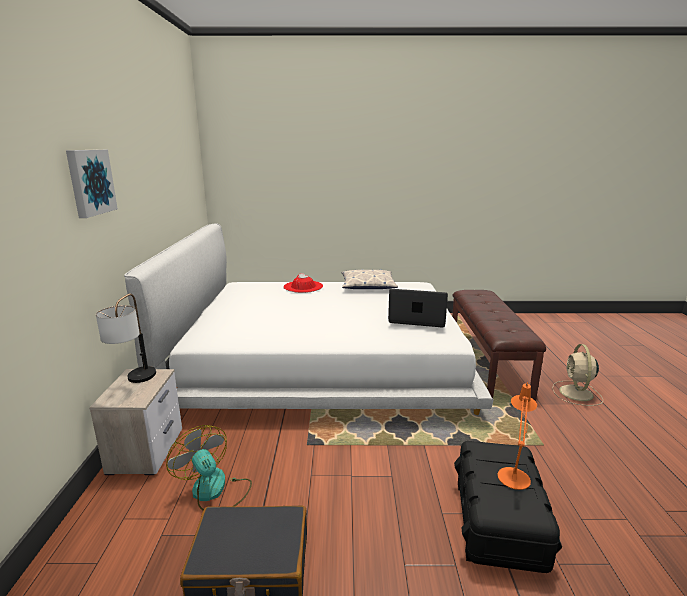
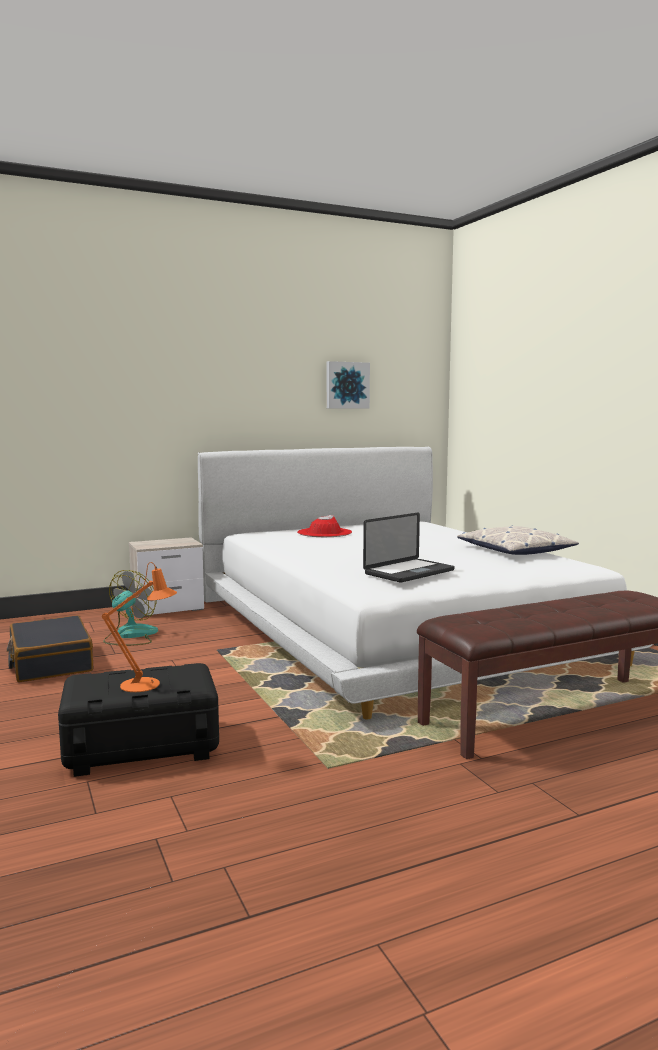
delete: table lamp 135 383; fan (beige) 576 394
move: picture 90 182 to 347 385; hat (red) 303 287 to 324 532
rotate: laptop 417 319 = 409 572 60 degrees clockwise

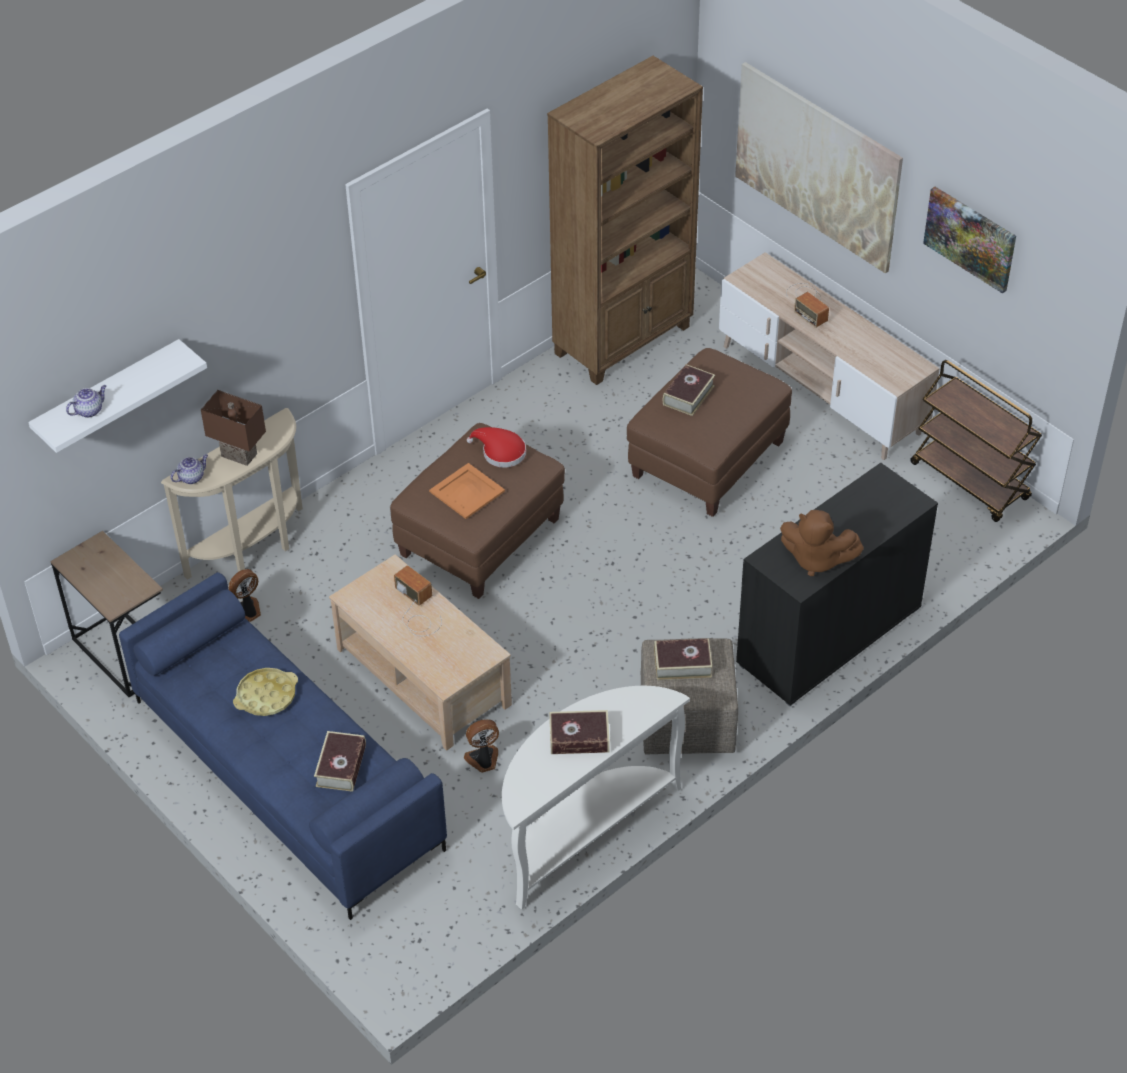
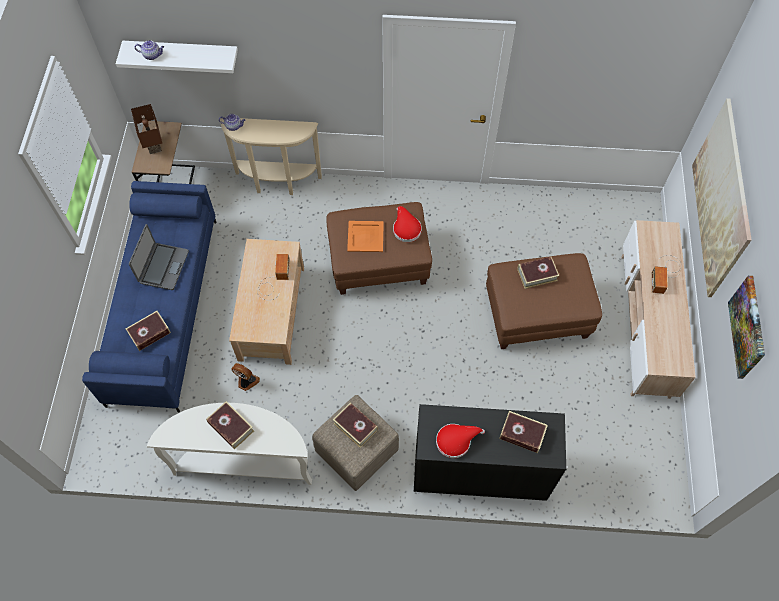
delete: fan 247 611; bookcase (brown) 624 340; cart (brown) 970 481
insert: book 522 434
move: table lamp (brown) 237 456 to 153 145
replace: tray (yellow) 266 696 to laptop 163 267; plush toy (brown) 816 559 to hat (red) 456 440

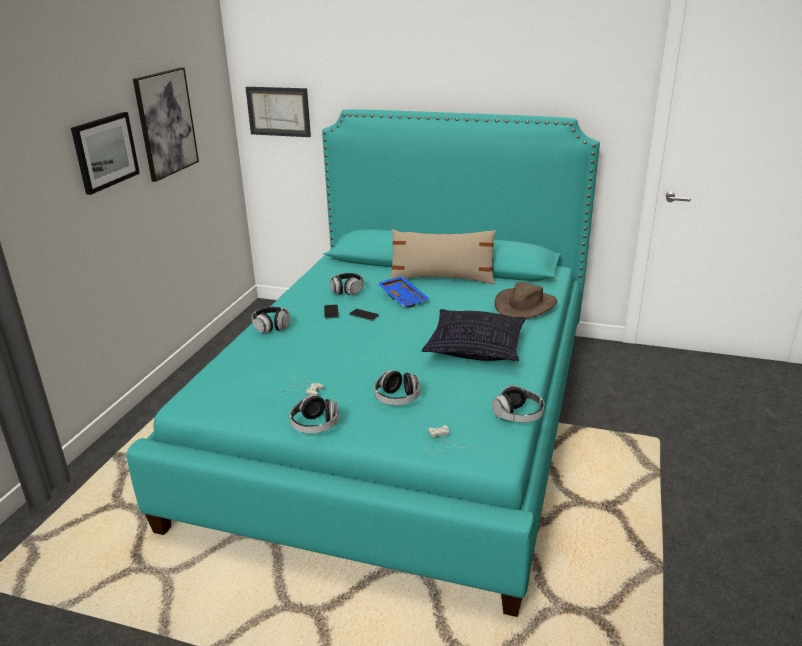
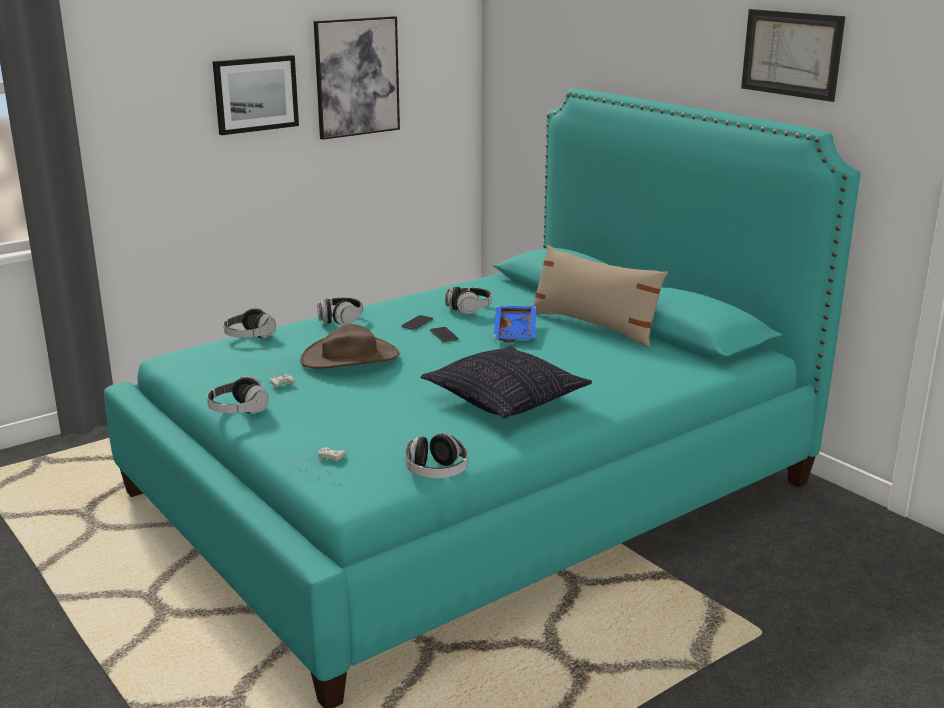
move: picture 278 111 to 791 54; headphones 397 399 to 249 337; hat (brown) 525 305 to 350 357

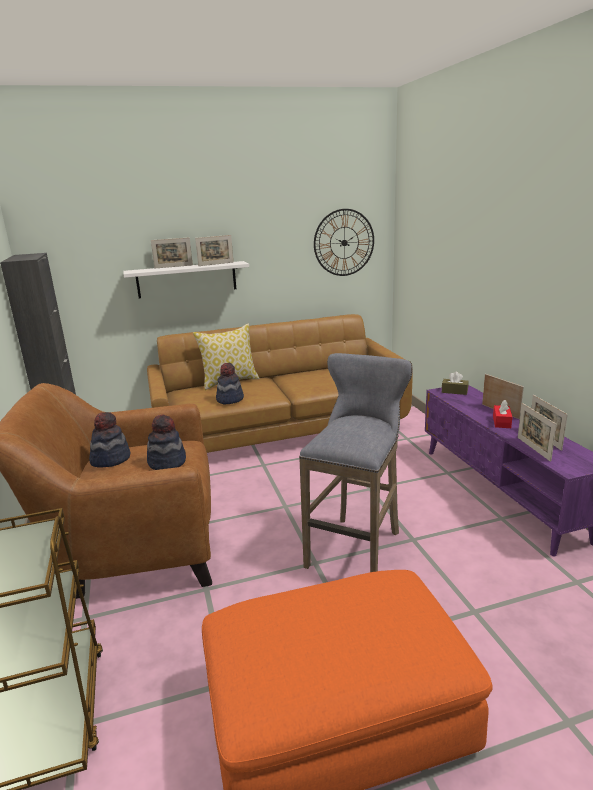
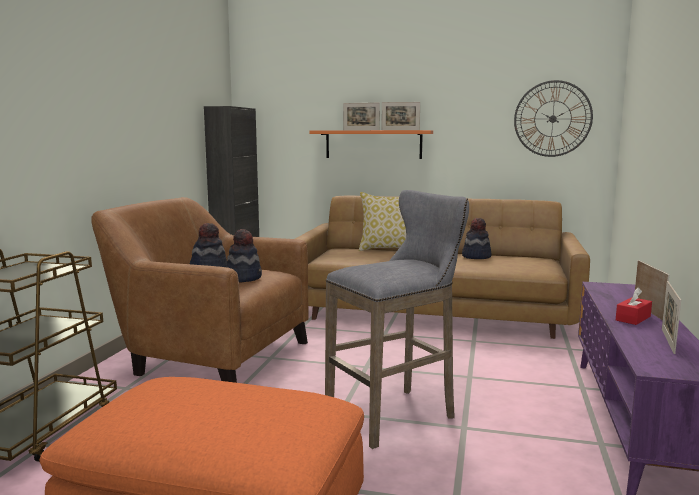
delete: tissue box (brown) 454 391; picture frame 533 449
move: hat 229 399 to 476 256
recolor: shelf (white) 187 279 to shelf (orange) 373 144

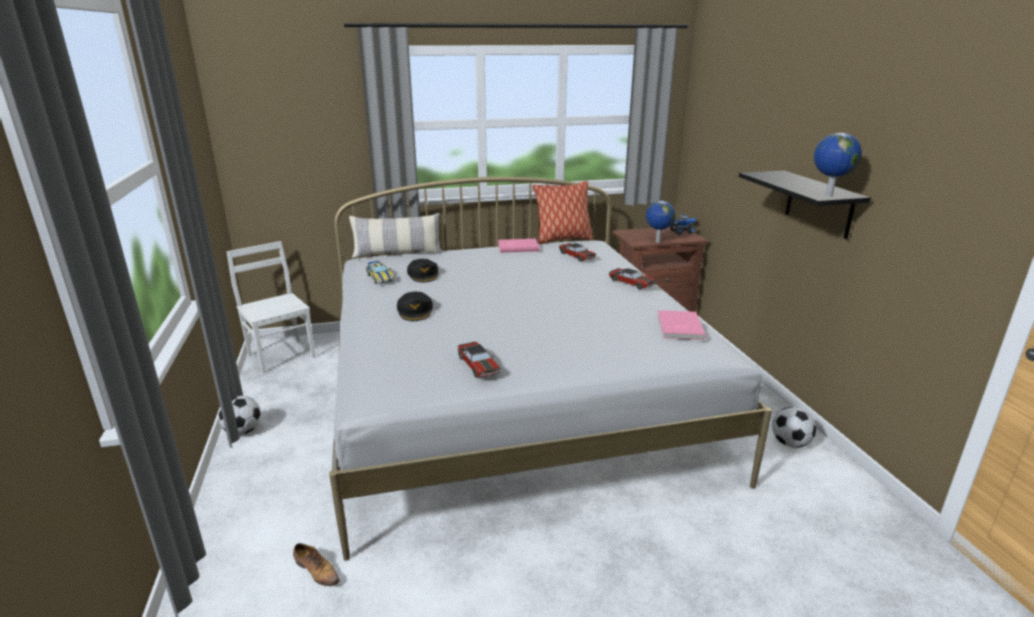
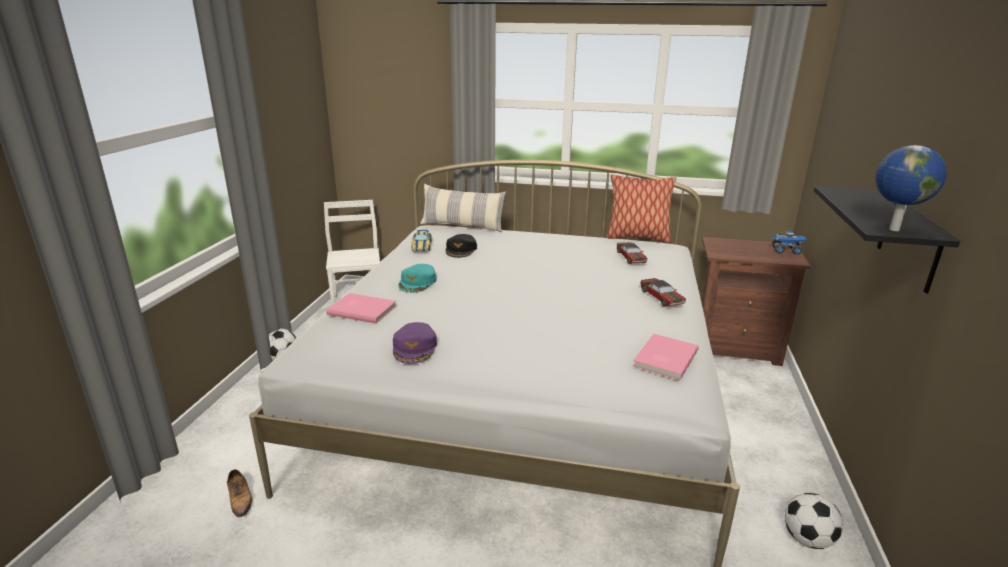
delete: globe 657 242
move: book (pink) 517 247 to 362 309
replace: toy car 478 365 to cap (purple) 415 348
recolor: cap (black) 415 311 to cap (turquoise) 417 283

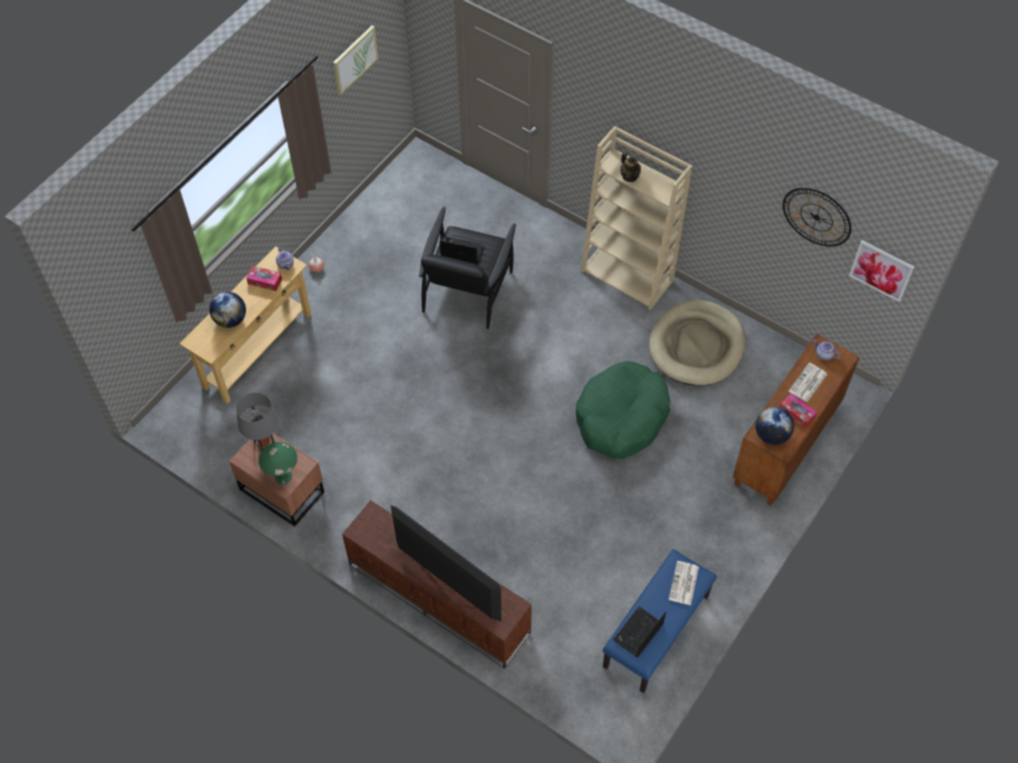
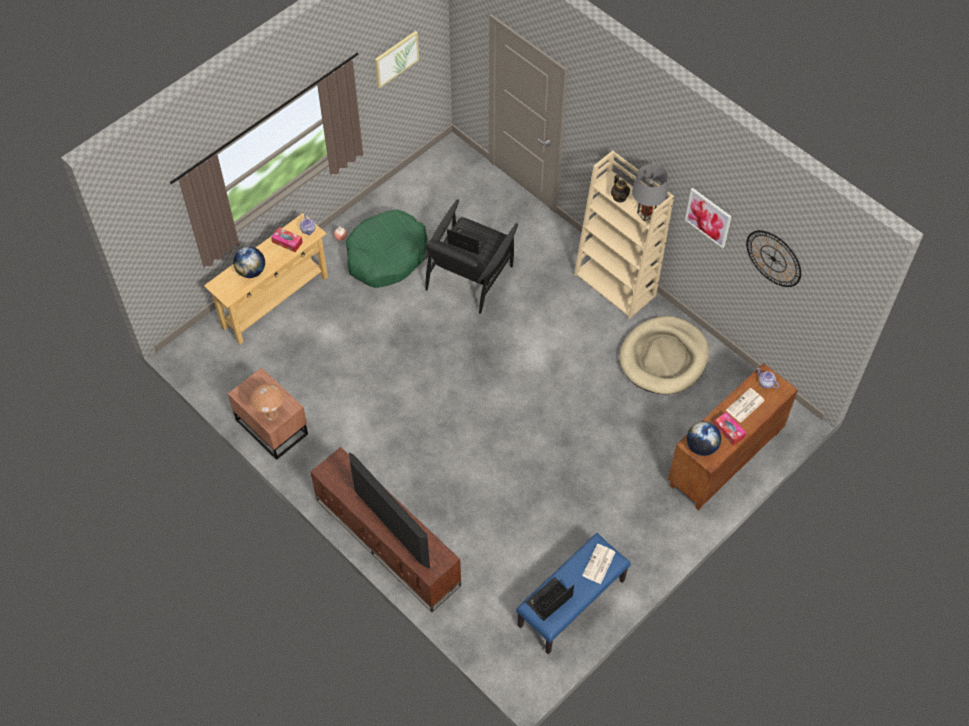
move: table lamp (grey) 264 442 to 646 214; dog bed (green) 621 417 to 386 256; picture 881 270 to 708 217
recolor: table lamp (green) 283 476 to table lamp (brown) 270 414

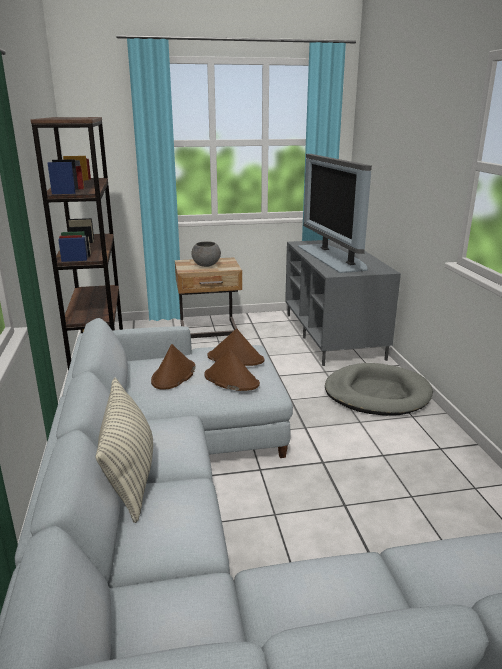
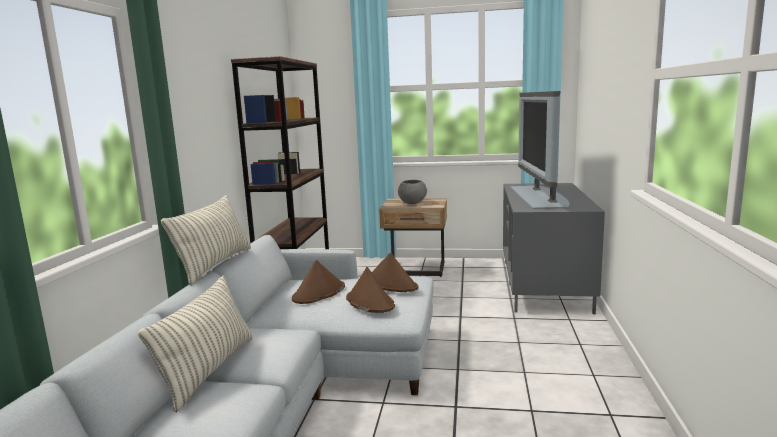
delete: dog bed (grey) 377 394
insert: pillow 215 265

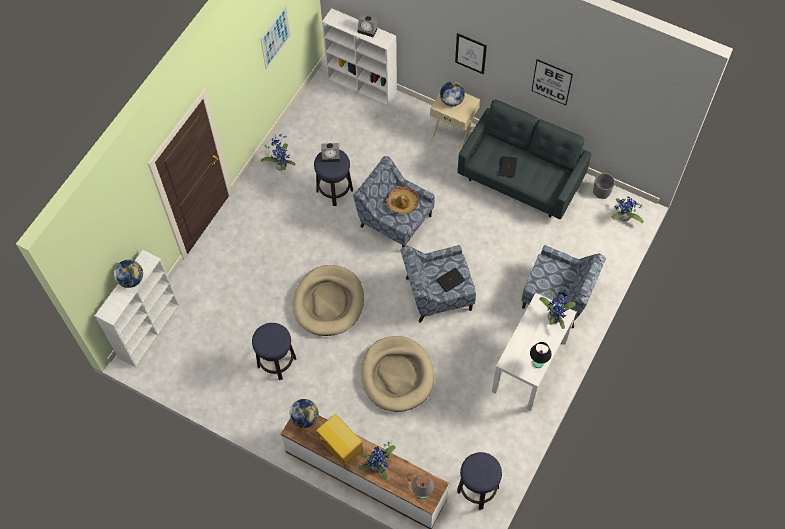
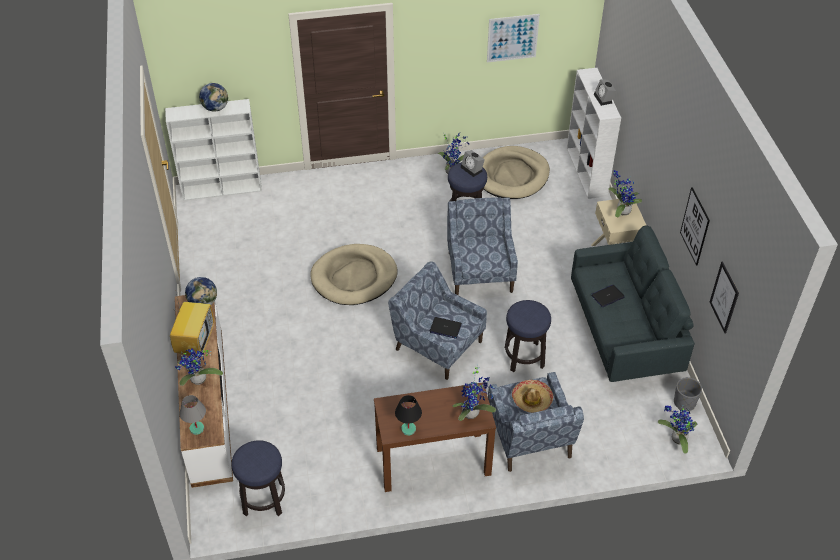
move: stool 277 362 to 524 357; dog bed (beige) 397 375 to 512 175; hat 403 203 to 532 400; picture 470 53 to 724 297
replace: globe 451 101 to potted plant 621 211
recolor: console table (white) 530 366 to console table (brown) 433 461

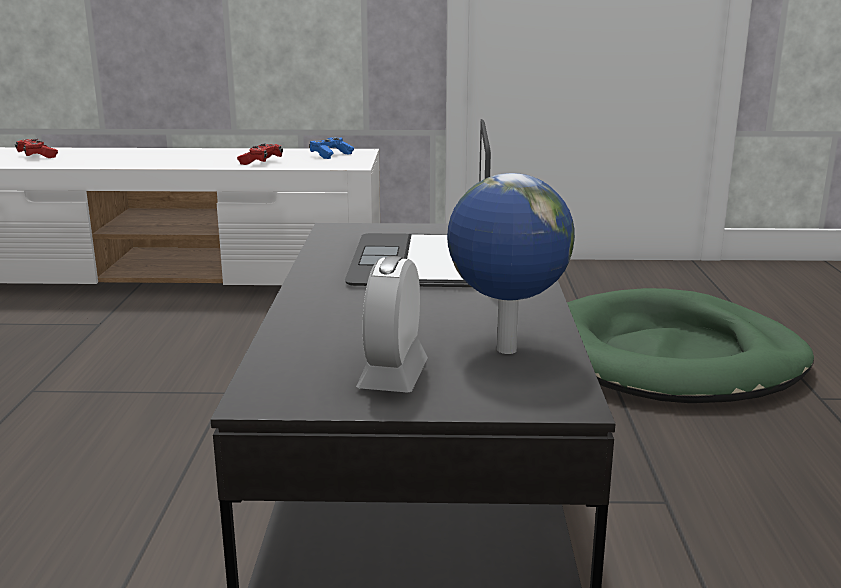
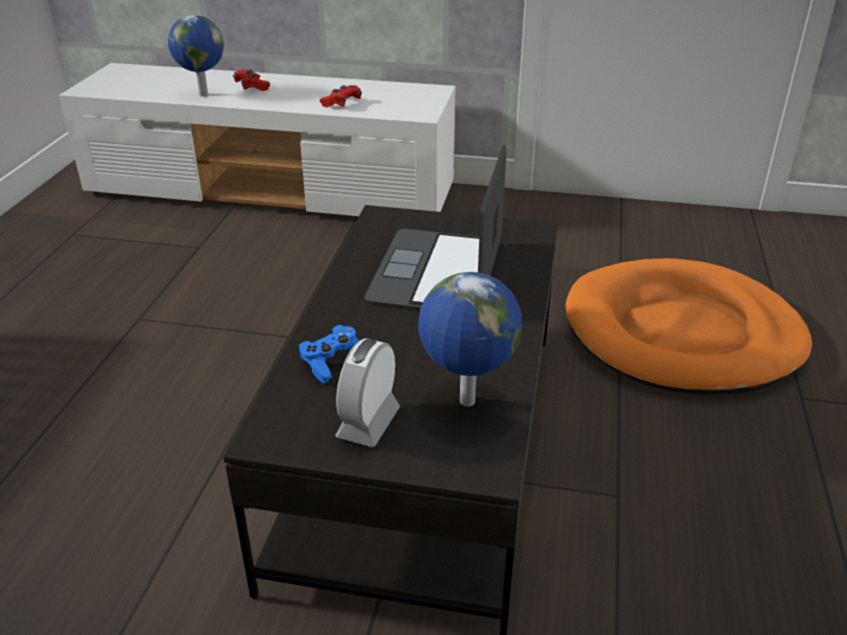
insert: globe 202 94
move: game controller (red) 37 156 to 252 87; game controller (blue) 331 155 to 334 363
recolor: dog bed (green) 671 357 to dog bed (orange) 682 334

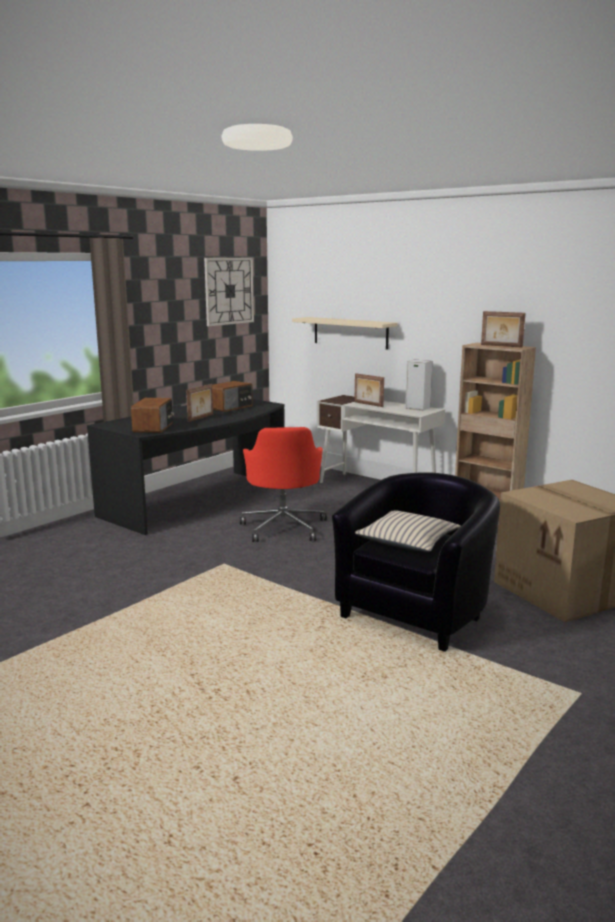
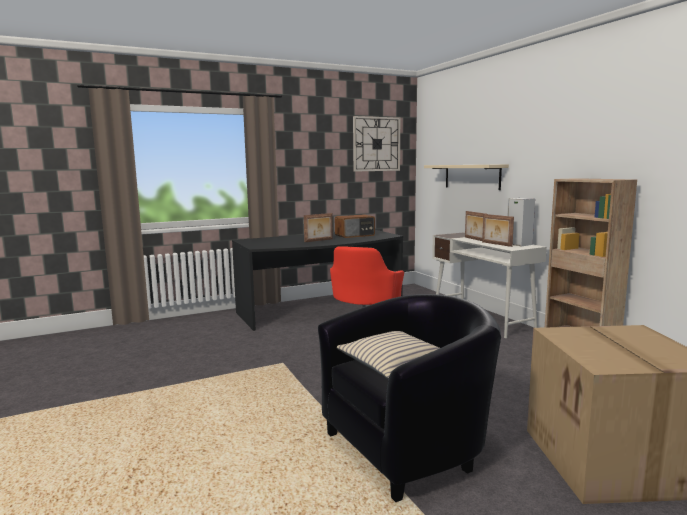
delete: radio 154 427
move: picture frame 501 346 to 496 244

